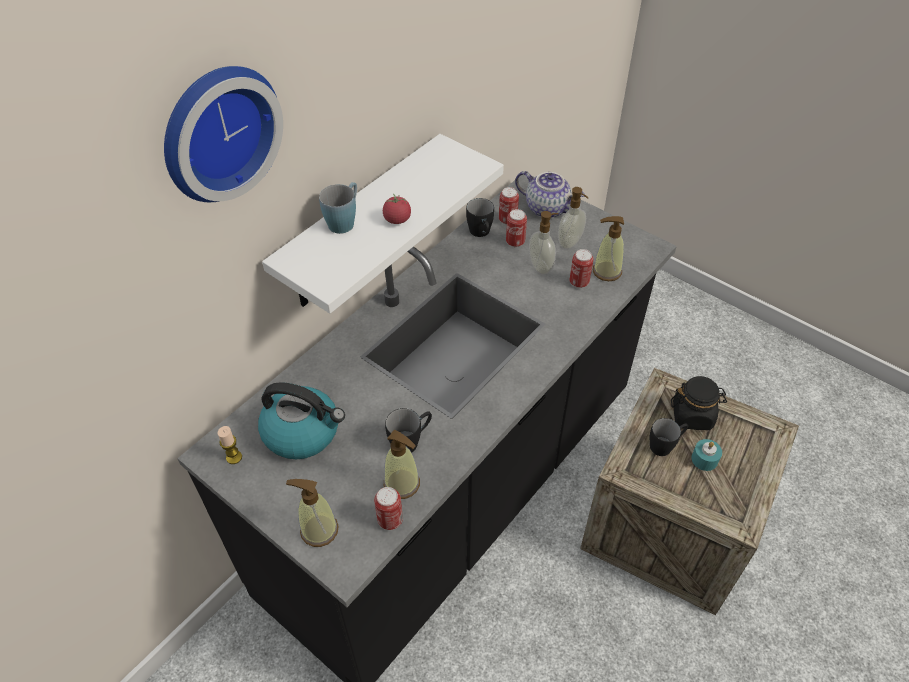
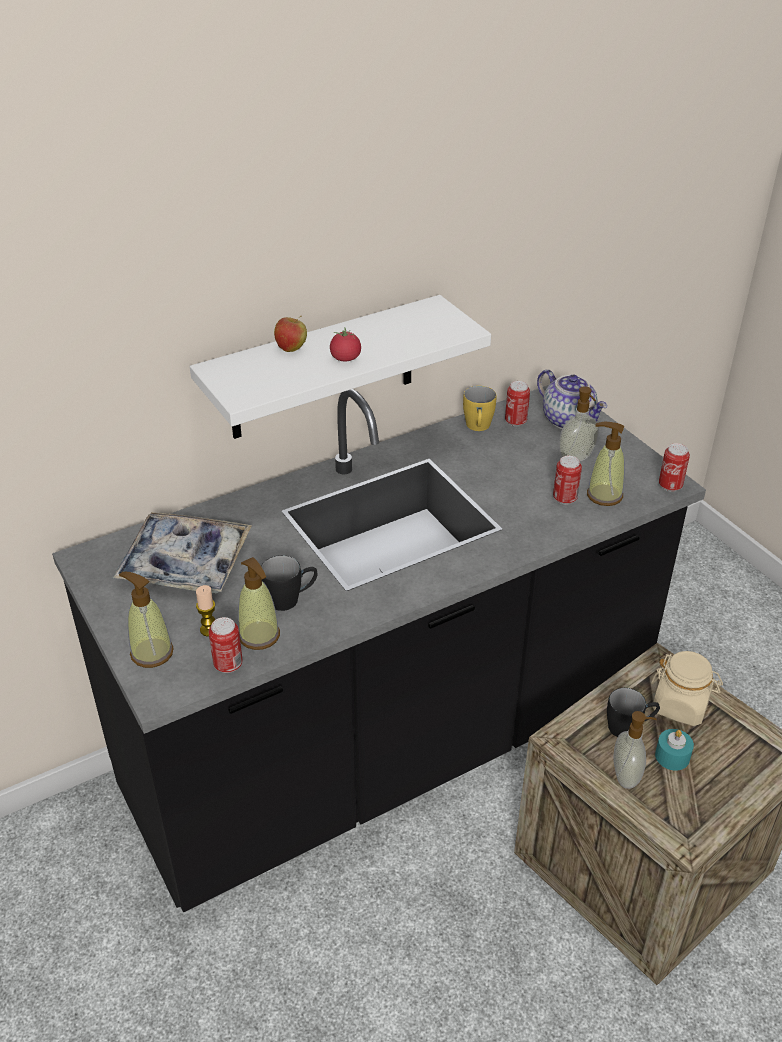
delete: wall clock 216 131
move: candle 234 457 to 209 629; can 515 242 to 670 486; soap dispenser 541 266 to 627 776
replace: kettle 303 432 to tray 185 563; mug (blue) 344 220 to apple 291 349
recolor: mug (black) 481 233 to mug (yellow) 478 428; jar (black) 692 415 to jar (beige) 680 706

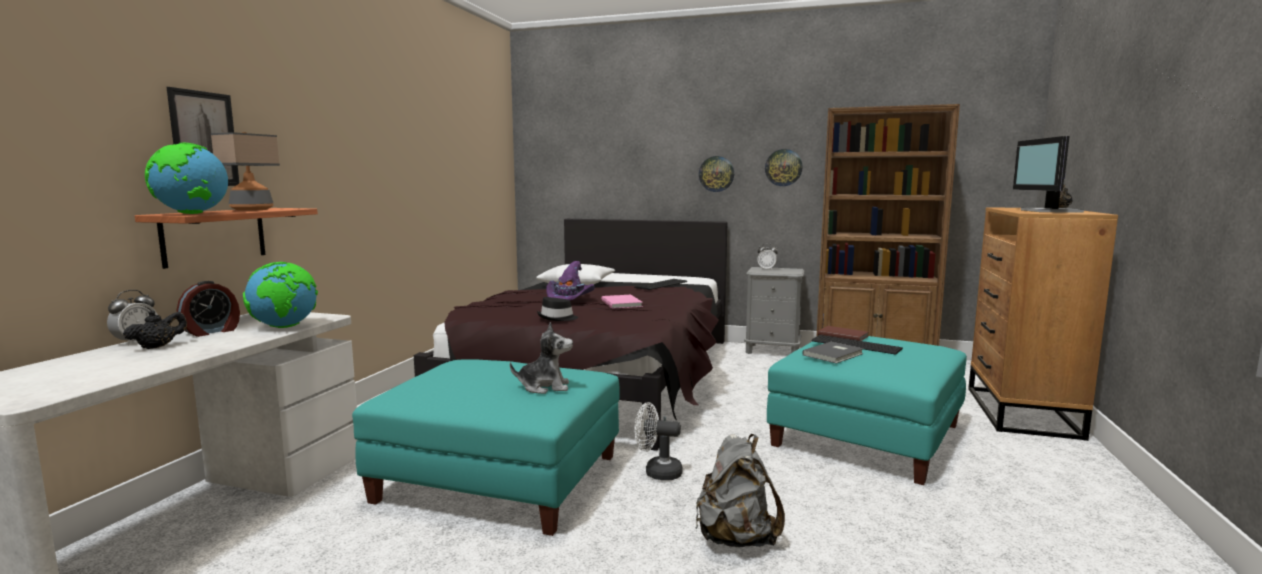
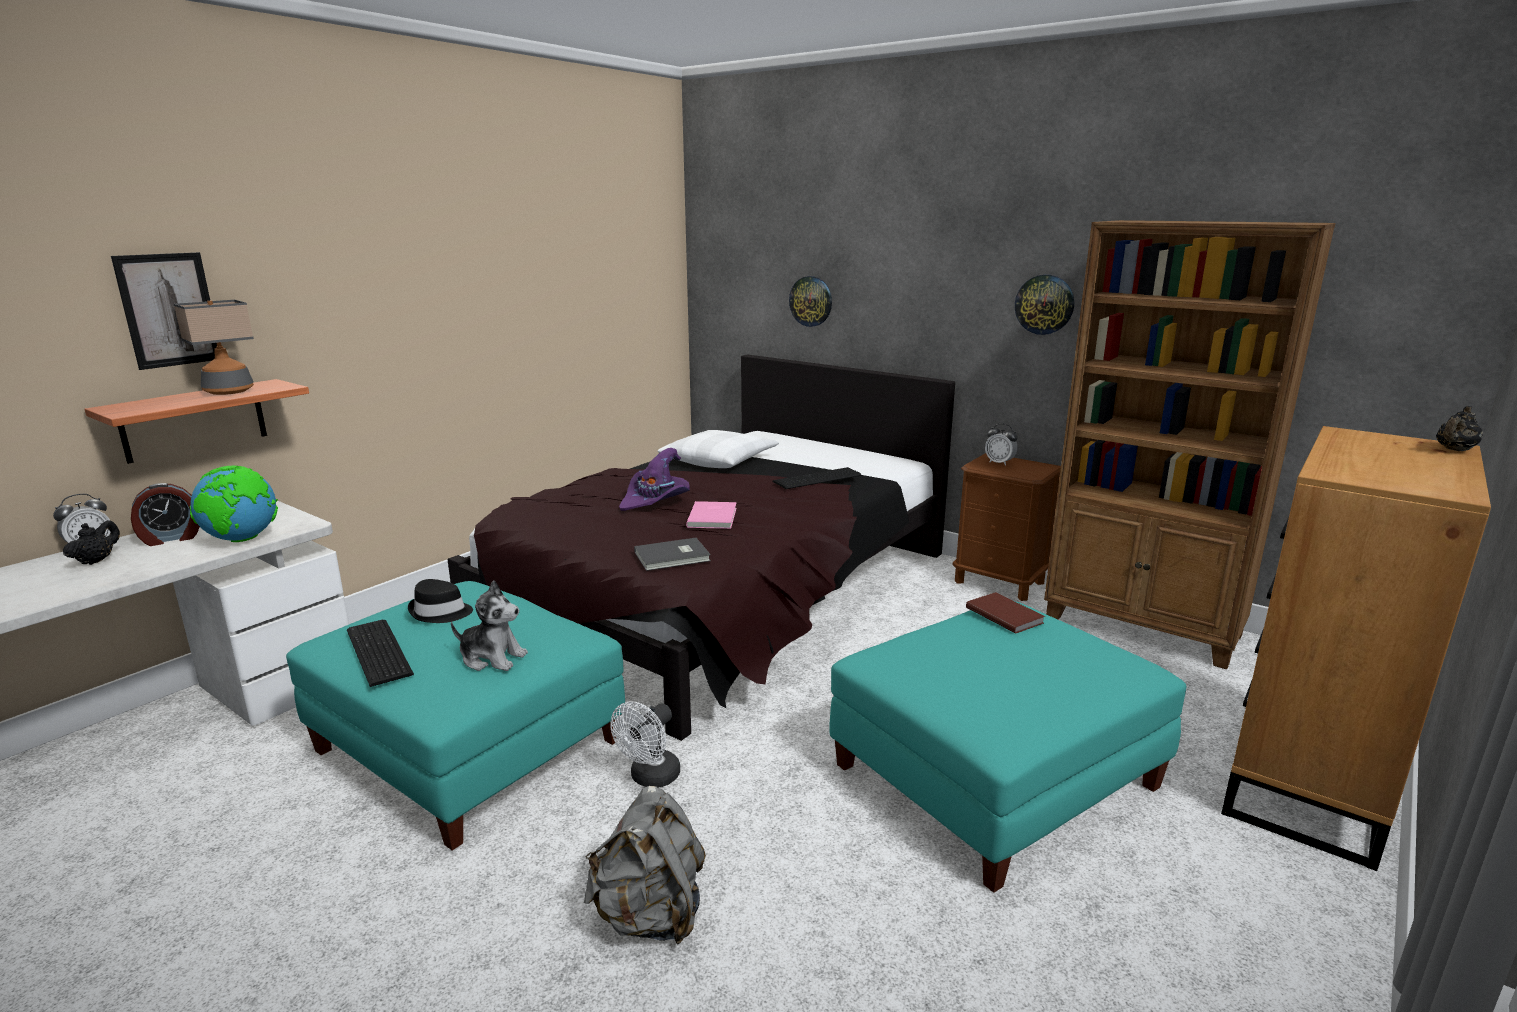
delete: globe 191 214; monitor 1048 211
move: hat (black) 557 318 to 440 612; wall clock 716 174 to 811 301; book (grey) 834 354 to 673 557; keyboard 856 345 to 376 653
recolor: nightstand (grey) 773 350 to nightstand (brown) 1000 582
rotate: teapot (black) 158 347 = 96 560 45 degrees counterclockwise; fan (white) 657 472 = 650 778 90 degrees counterclockwise

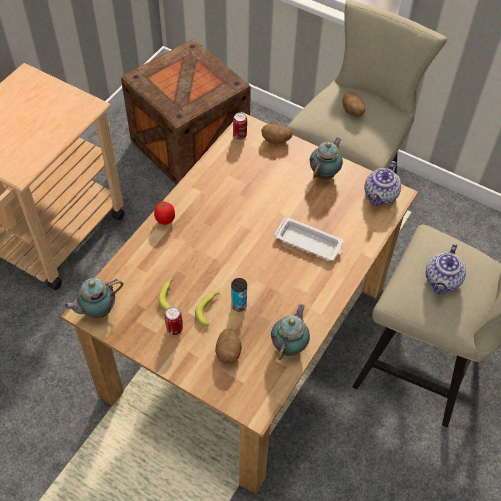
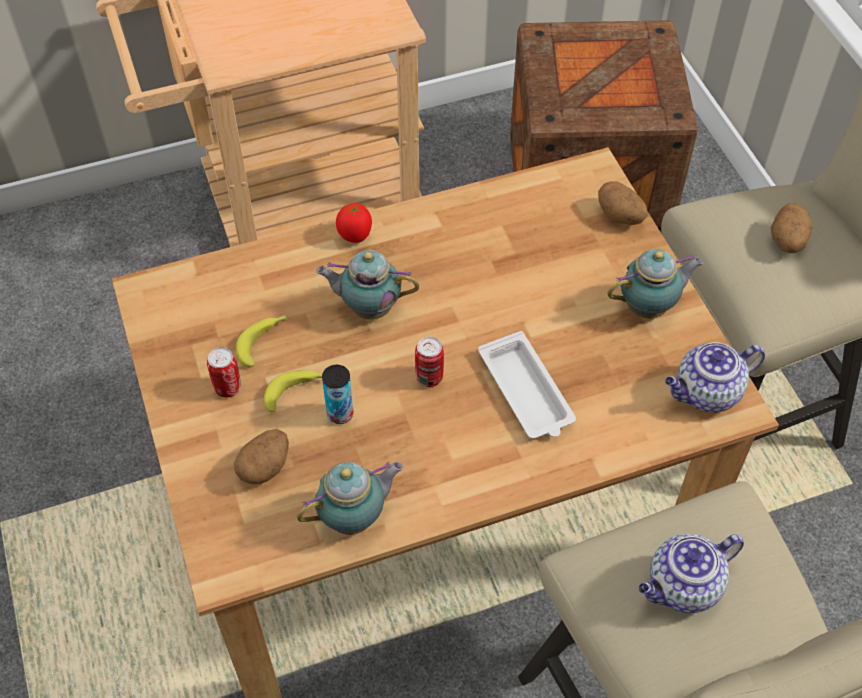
move: teapot 97 311 to 368 307; can 239 135 to 429 377

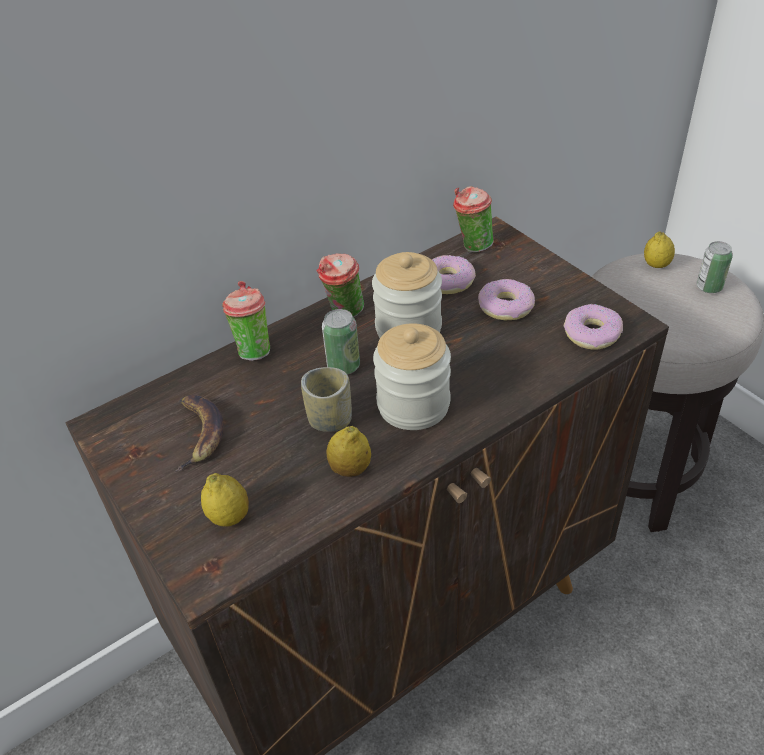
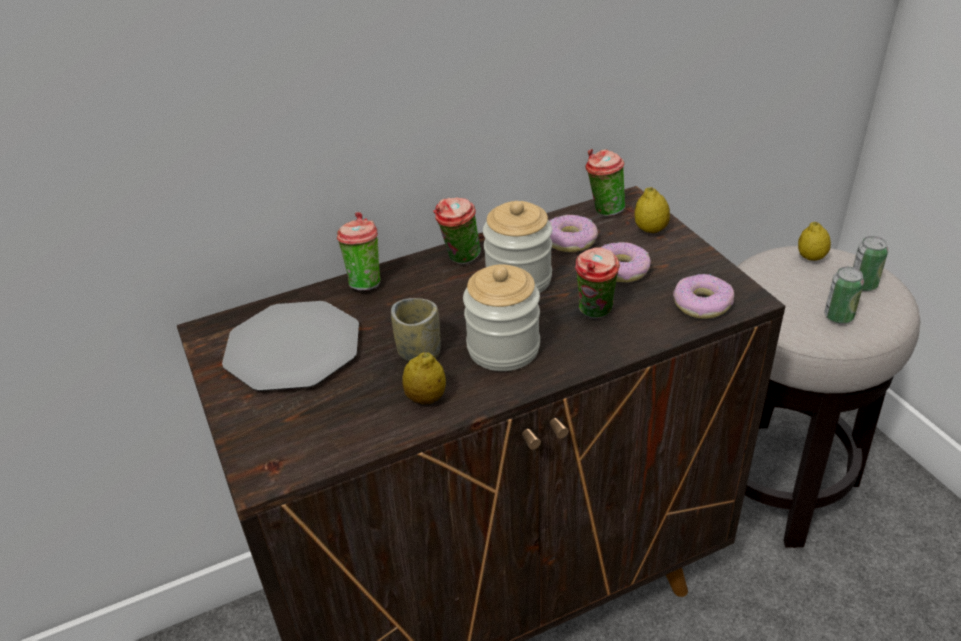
insert: cup 595 314
move: lemon 229 517 to 650 230; can 343 366 to 838 316
replace: banana 198 433 to plate 293 348

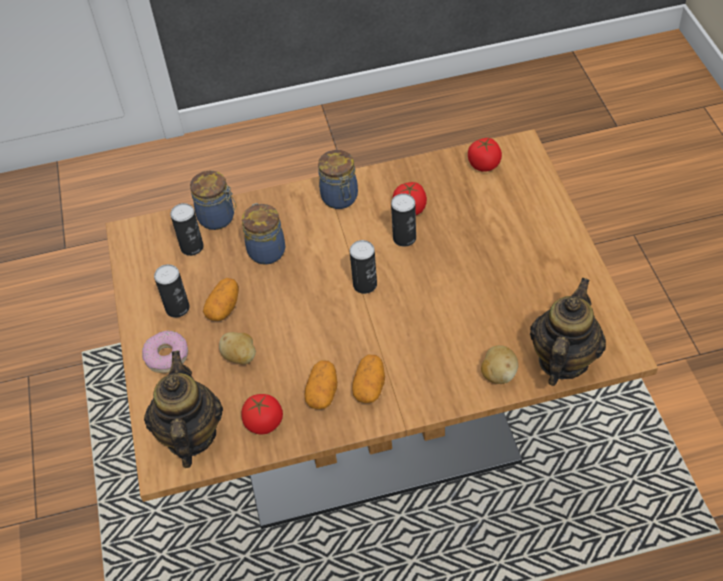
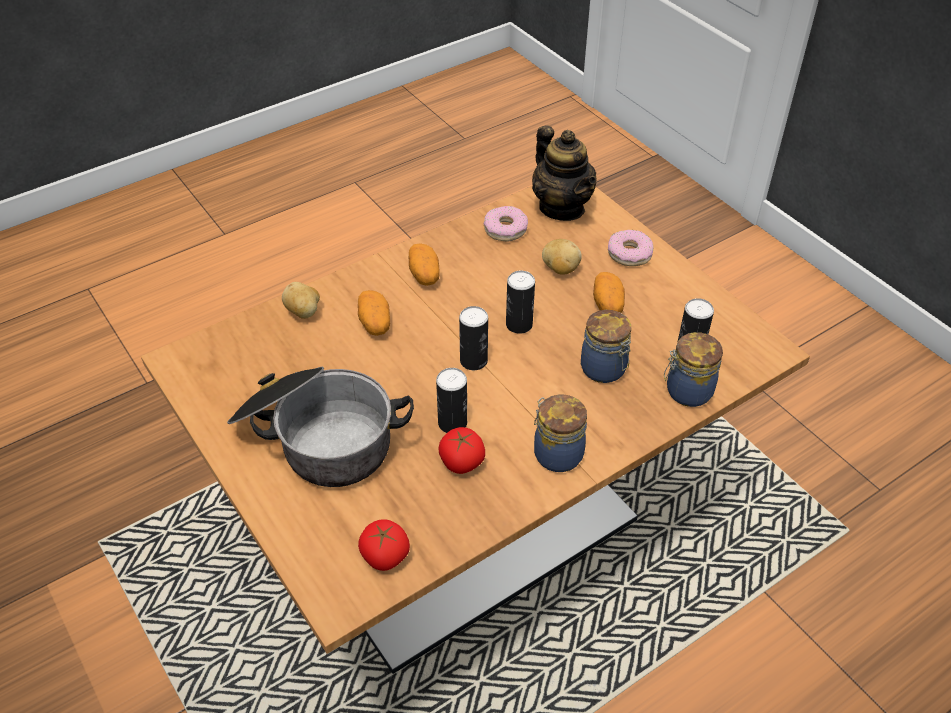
delete: teapot 562 360
insert: cooking pot 318 439
move: can 177 308 to 519 324; potato 322 392 to 375 323
replace: tomato 264 422 to donut 505 229

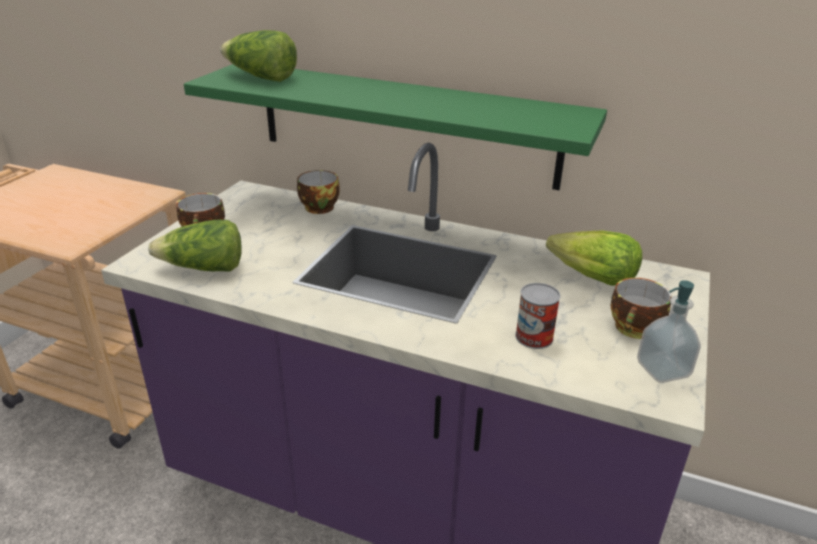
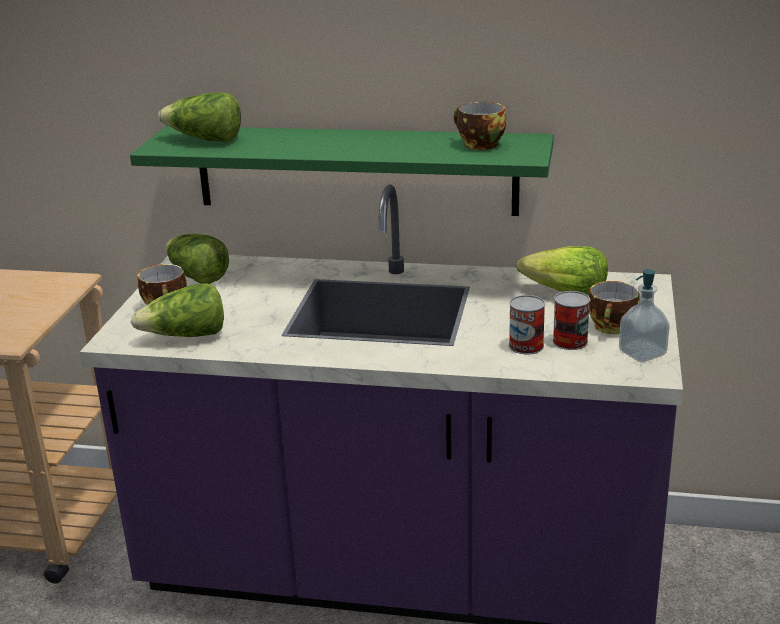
insert: lettuce 197 276; can 570 341
move: cup 317 207 to 478 145

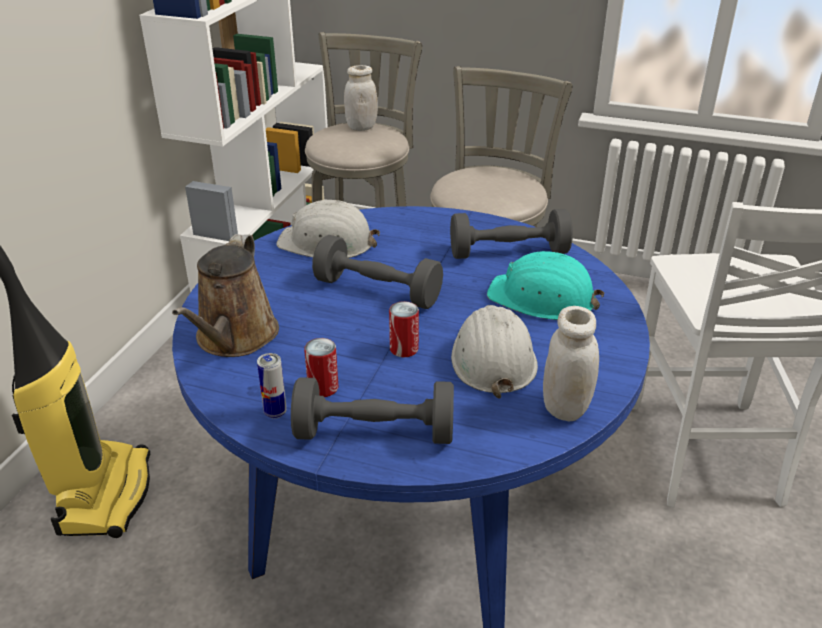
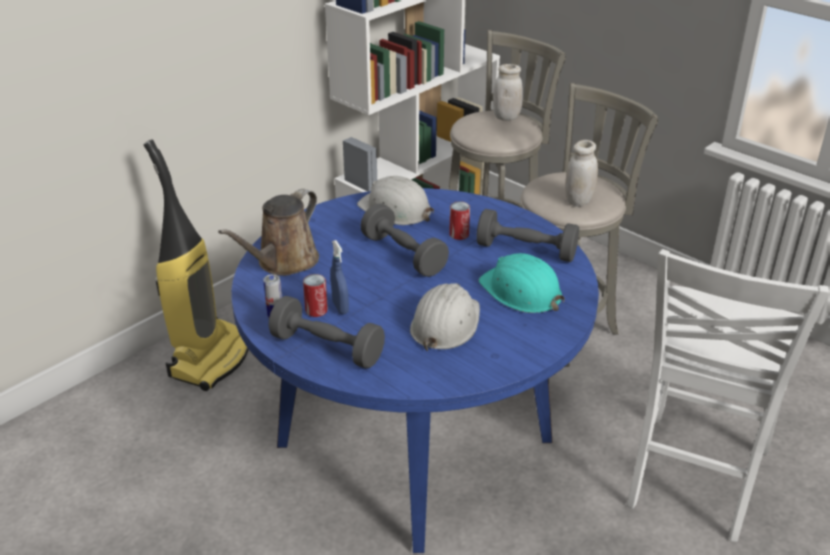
insert: spray bottle (blue) 340 307
move: can 404 349 to 459 235; jar (white) 565 407 to 578 201

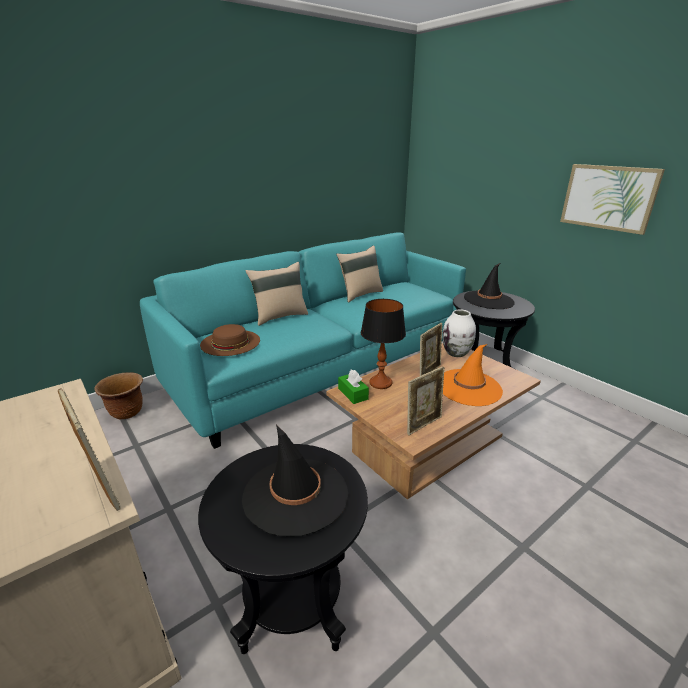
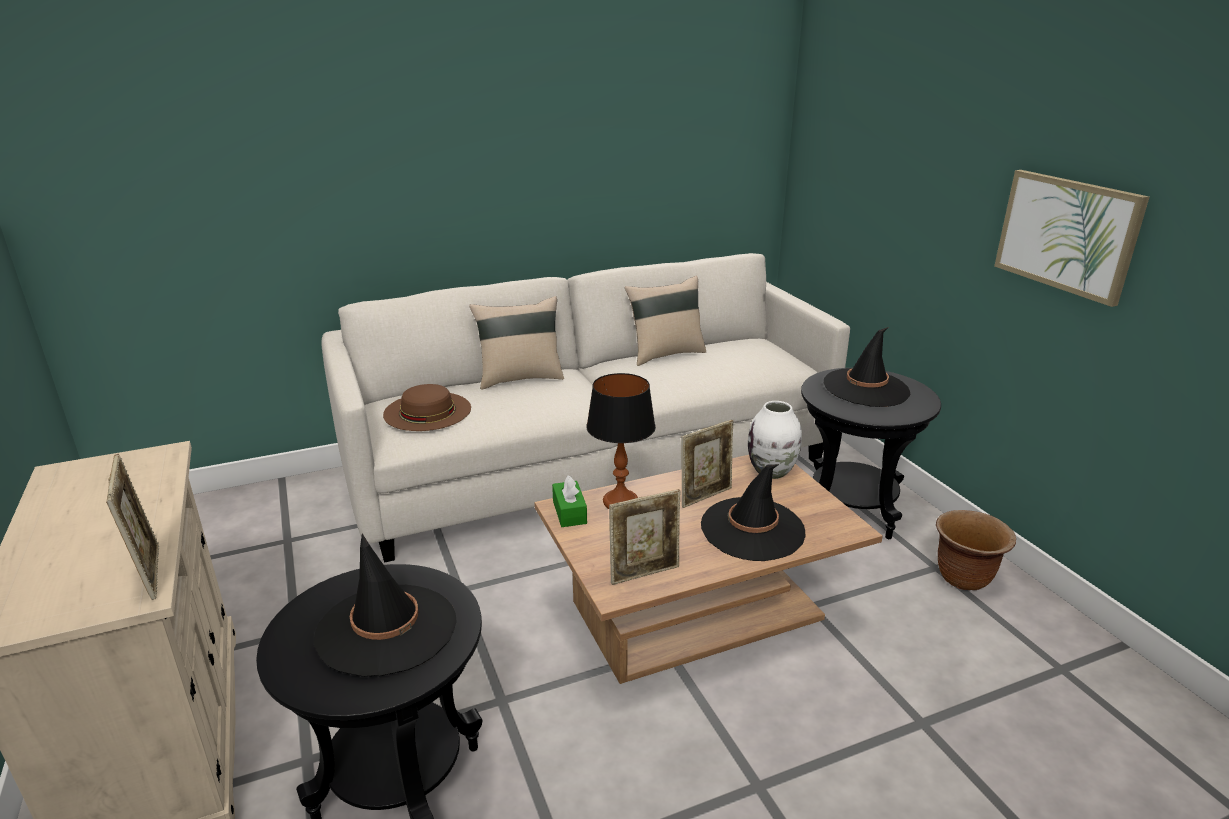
move: planter (brown) 127 412 to 964 578
recolor: sofa (turquoise) 321 367 to sofa (white) 591 464; hat (orange) 468 387 to hat (black) 752 529

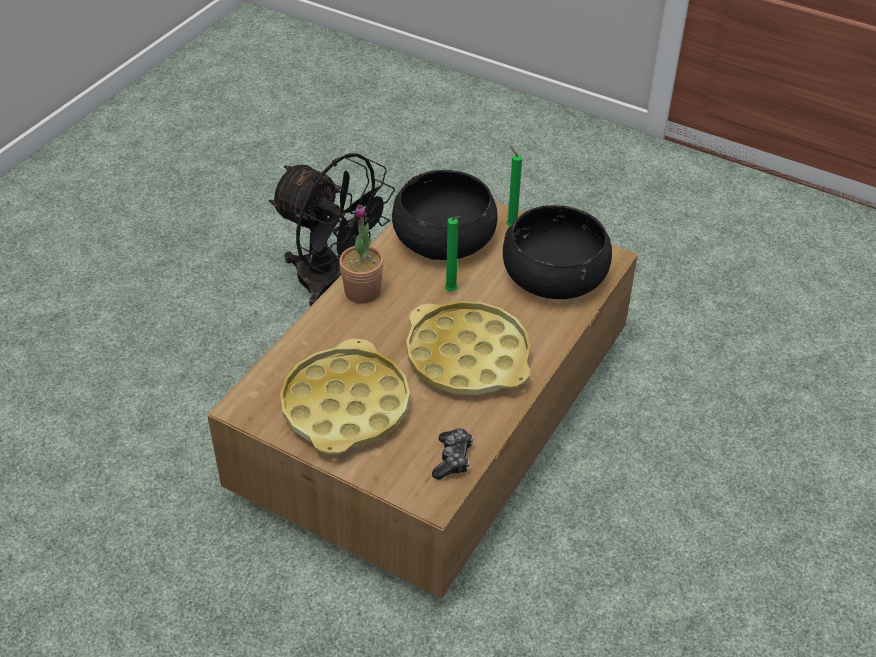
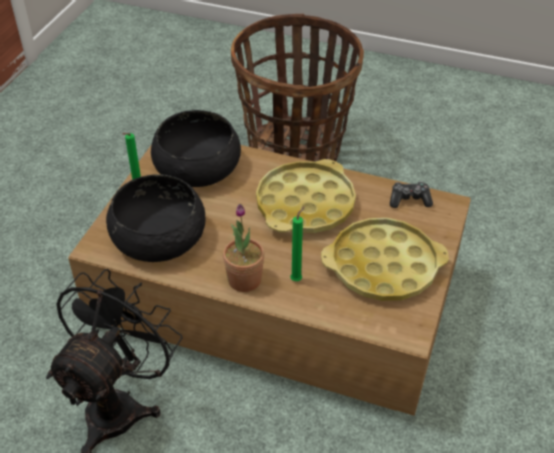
insert: basket 295 150
move: candle (green) 452 292 to 297 279

